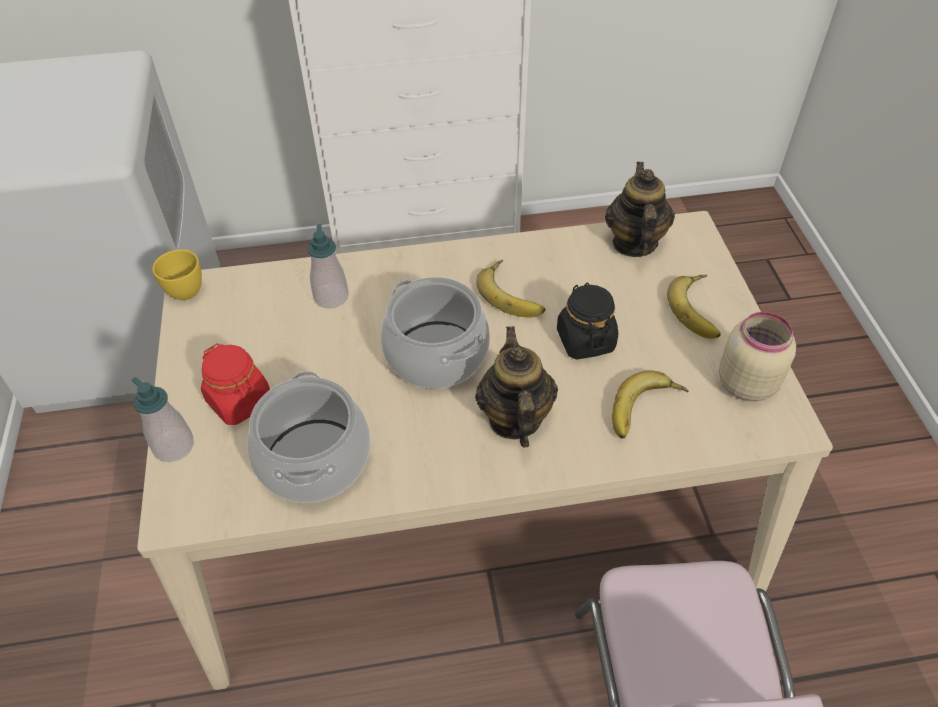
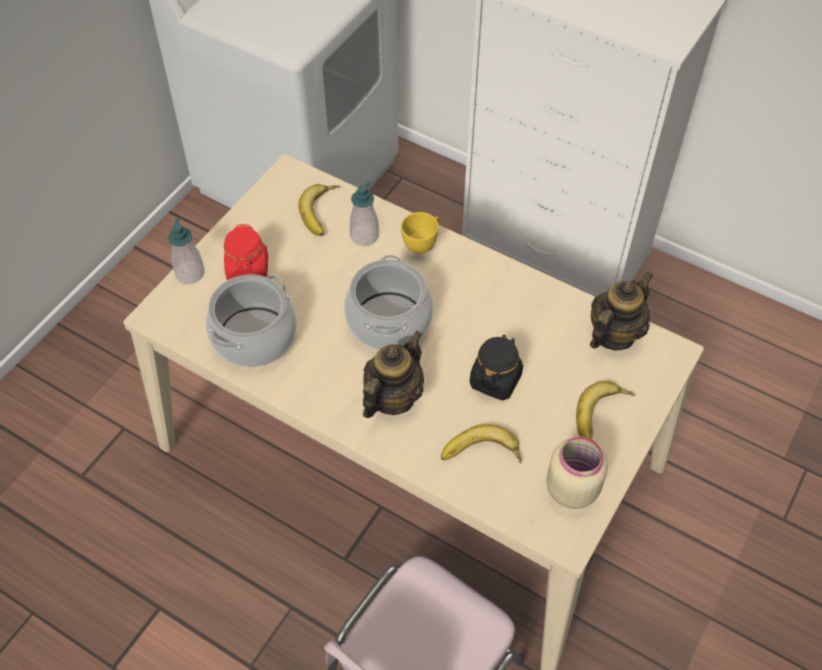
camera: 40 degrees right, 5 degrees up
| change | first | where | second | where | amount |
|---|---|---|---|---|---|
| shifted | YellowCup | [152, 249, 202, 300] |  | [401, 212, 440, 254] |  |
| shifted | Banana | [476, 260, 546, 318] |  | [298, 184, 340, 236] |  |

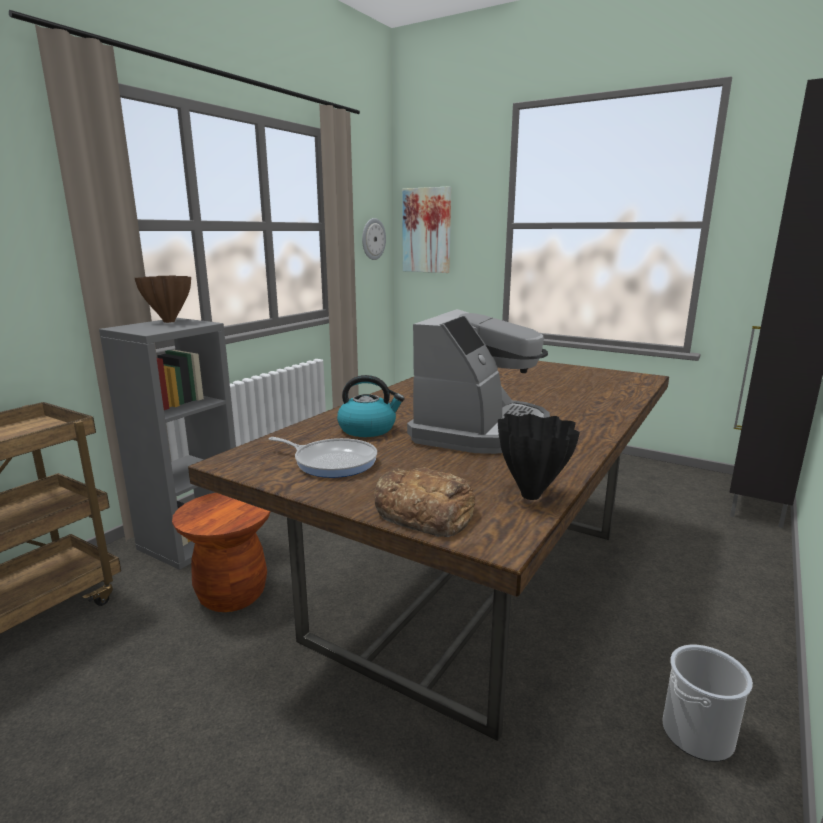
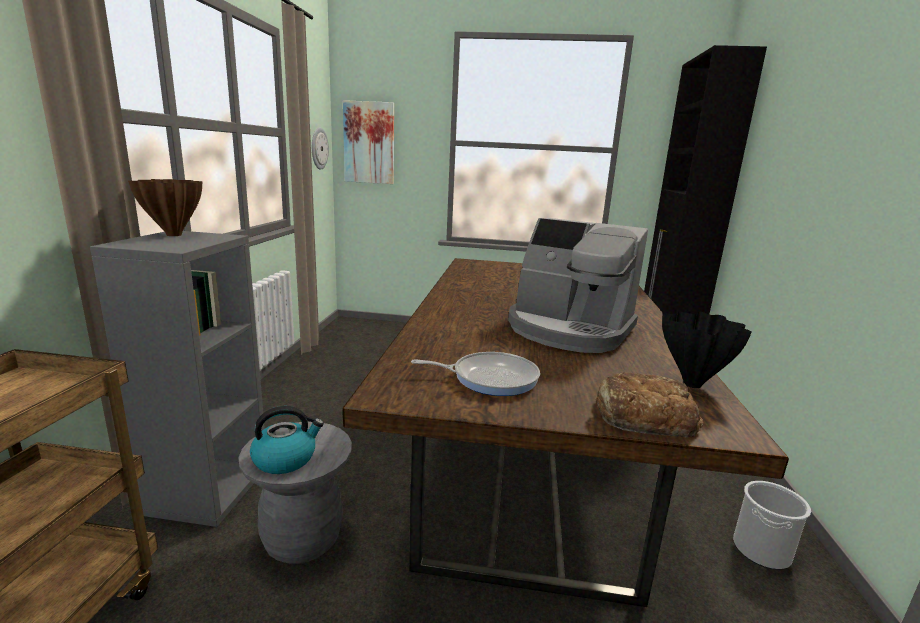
camera: 25 degrees left, 0 degrees up
| change | first | where | second | where | amount |
|---|---|---|---|---|---|
| rotated | CoffeeMachine | [407, 309, 550, 454] |  | [508, 218, 648, 353] | 120 degrees clockwise |
| shifted | Kettle | [337, 375, 405, 437] |  | [250, 406, 324, 474] |  |
| repainted | BrownStool | [172, 493, 271, 612] | GreyStool | [238, 422, 352, 564] |  |

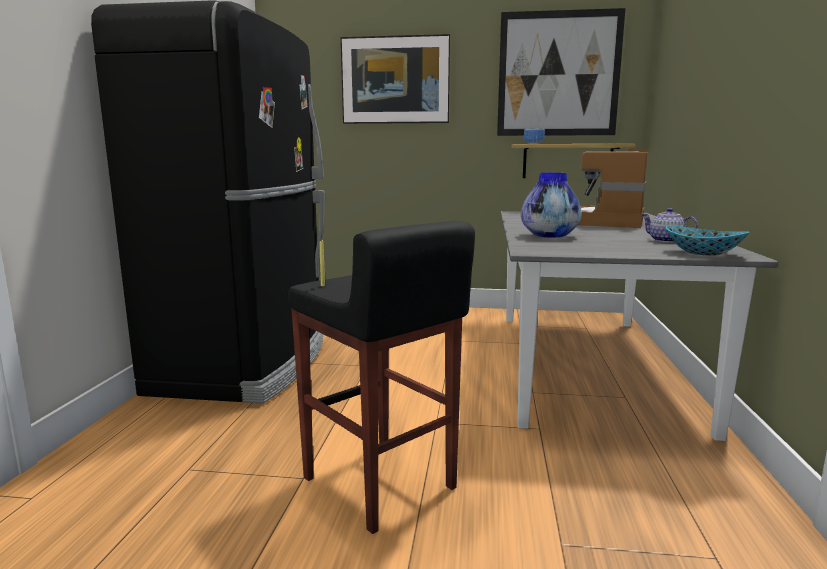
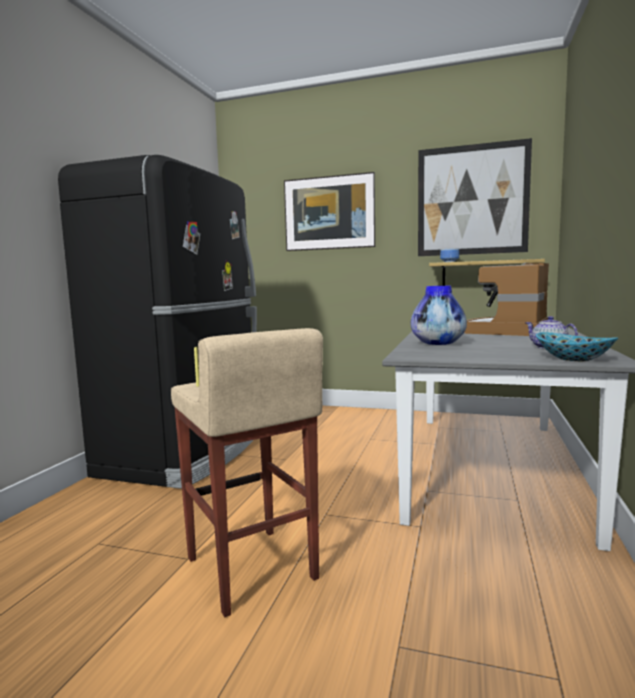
camera: 10 degrees right, 5 degrees down
| change | first | where | second | where | amount |
|---|---|---|---|---|---|
| repainted | BlackStool | [287, 221, 475, 534] | BeigeStool | [171, 328, 323, 617] |  |

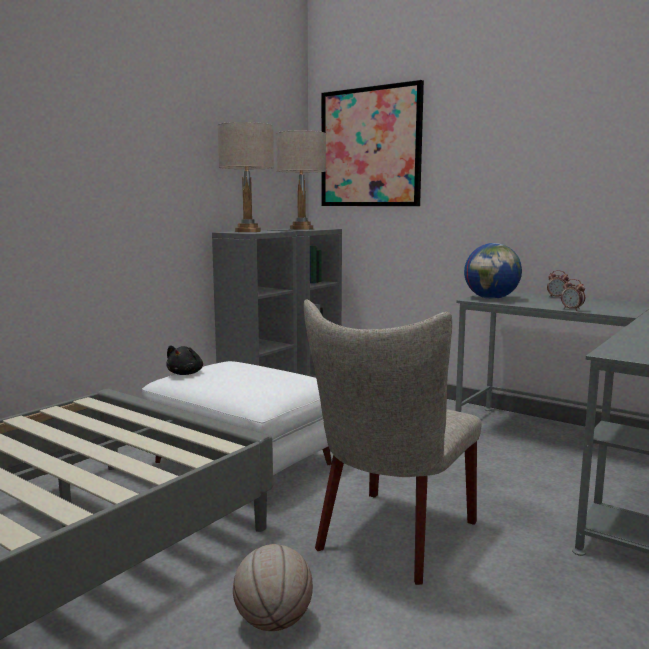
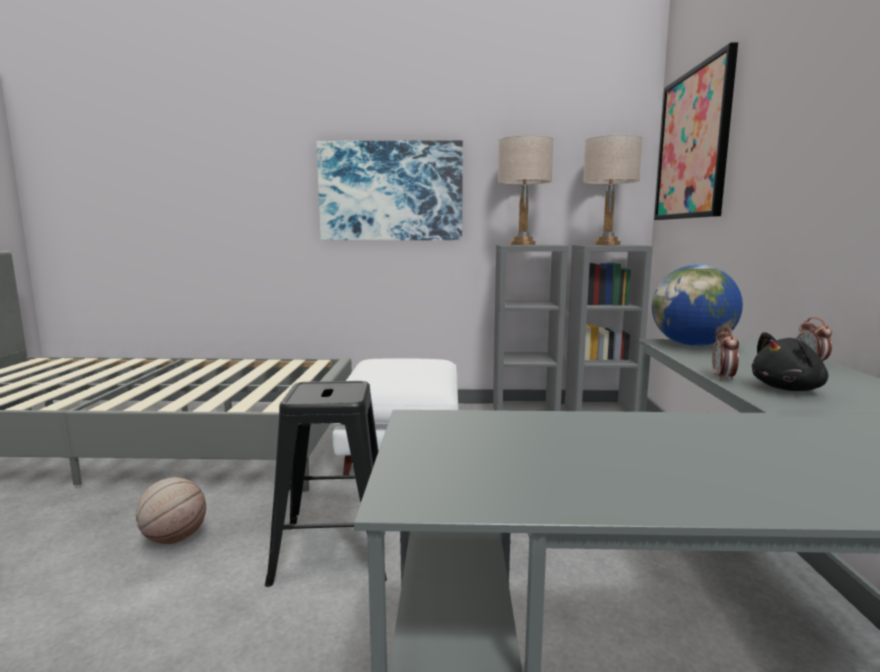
camera: 55 degrees right, 0 degrees up
| change | first | where | second | where | amount |
|---|---|---|---|---|---|
| swapped | BeigeChair | [304, 299, 481, 585] | BlackStool | [265, 381, 387, 587] |  |
| shifted | BlackPlushToy | [166, 345, 203, 375] |  | [752, 332, 828, 391] |  |
| new |  |  | Picture | [316, 140, 463, 240] |  |

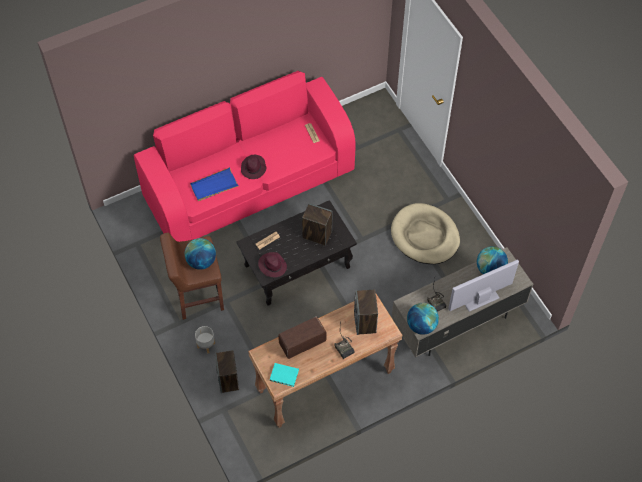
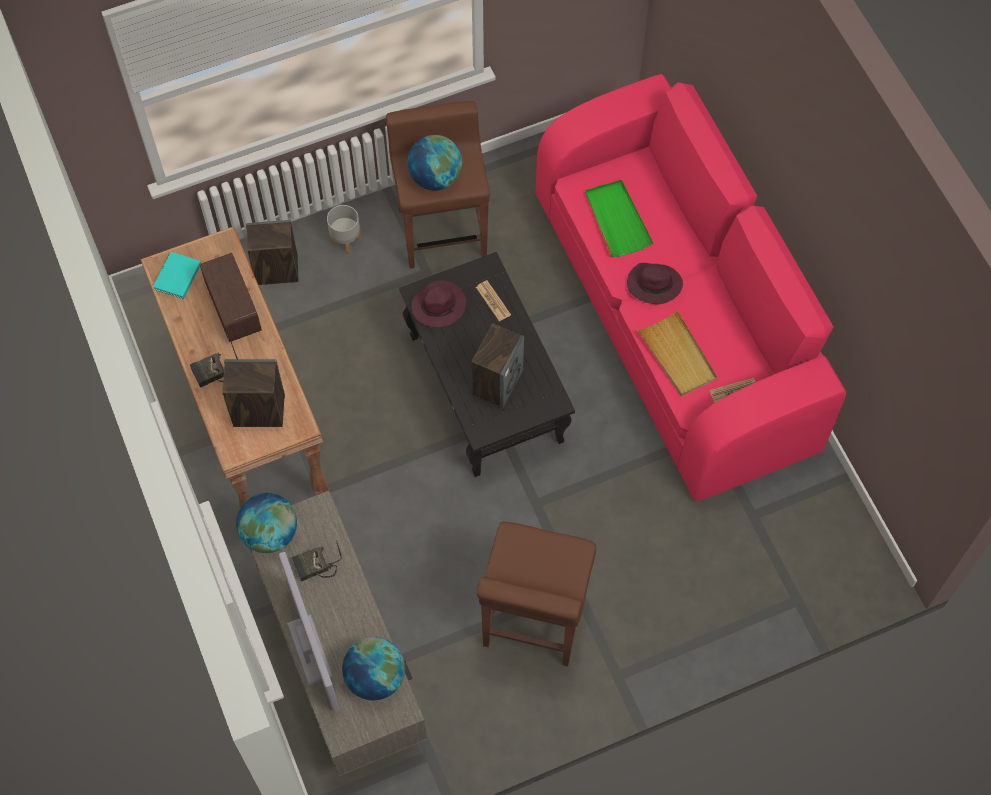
camera: 95 degrees right, 5 degrees up
| change | first | where | second | where | amount |
|---|---|---|---|---|---|
| repainted | BlueTray | [190, 167, 238, 201] | GreenTray | [585, 180, 654, 257] |  |
| swapped | BeigeDogBed | [391, 203, 460, 264] | BrownStool | [477, 521, 596, 666] |  |
| new |  |  | BeigeTray | [637, 310, 717, 396] |  |

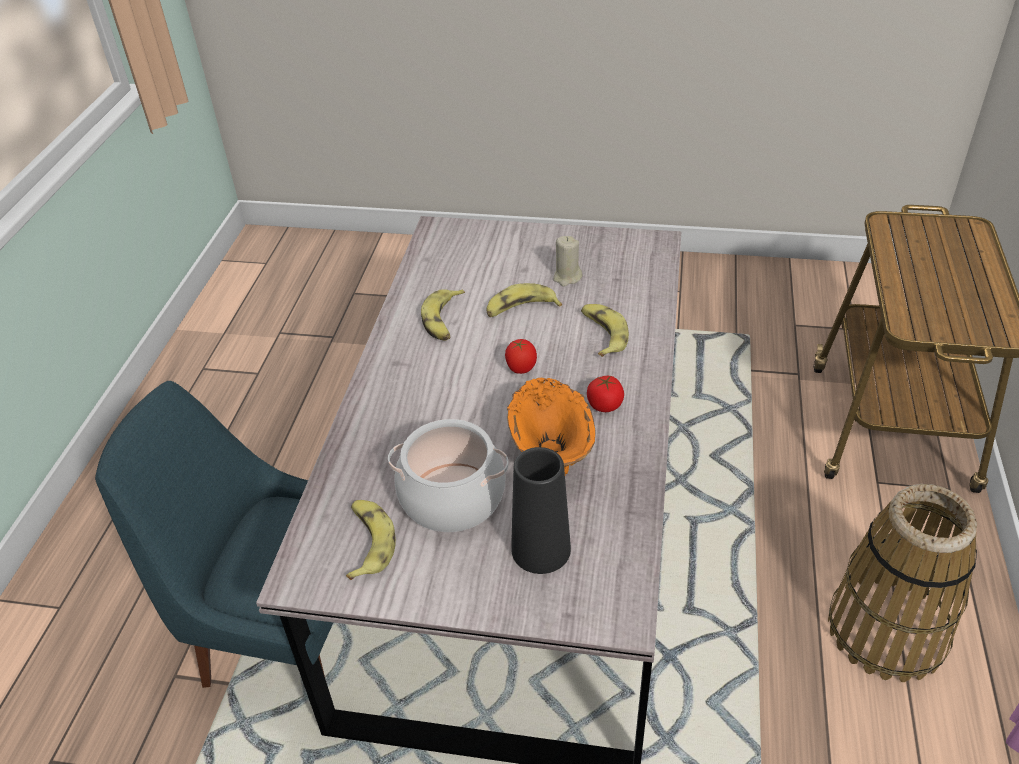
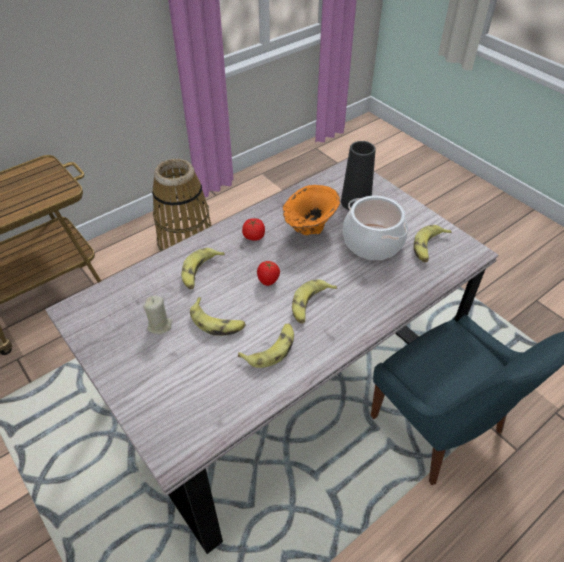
camera: 140 degrees left, 5 degrees up
| change | first | where | second | where | amount |
|---|---|---|---|---|---|
| new |  |  | Banana | [292, 279, 337, 324] |  |

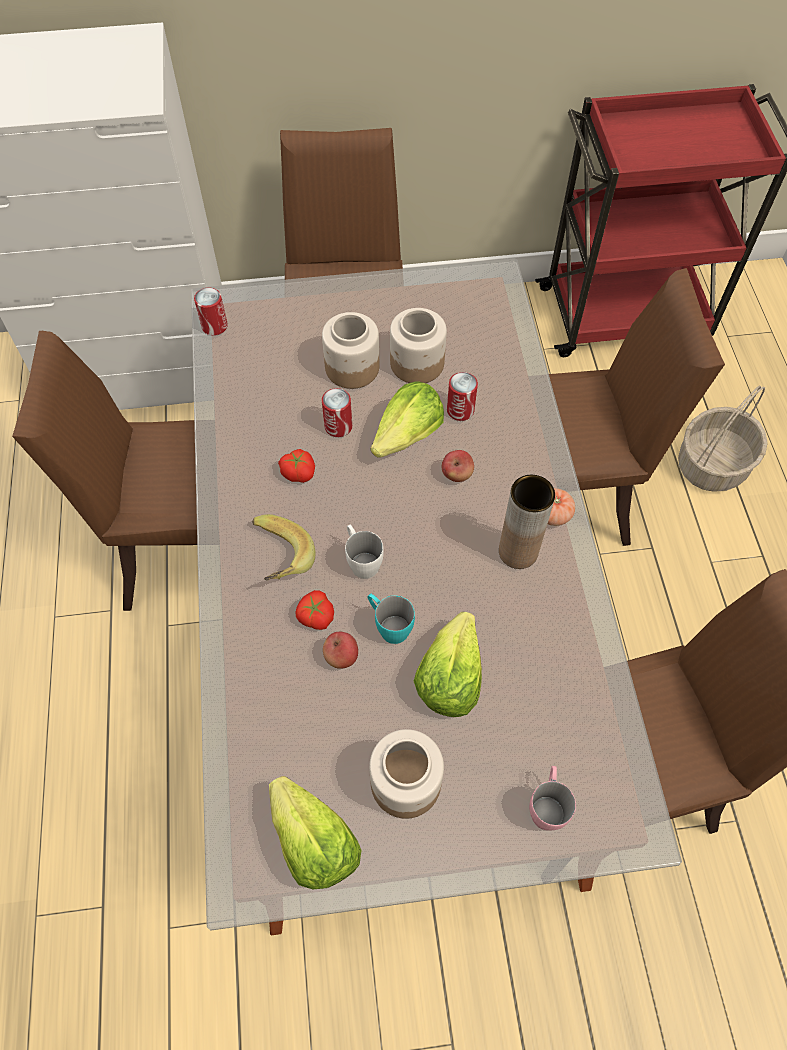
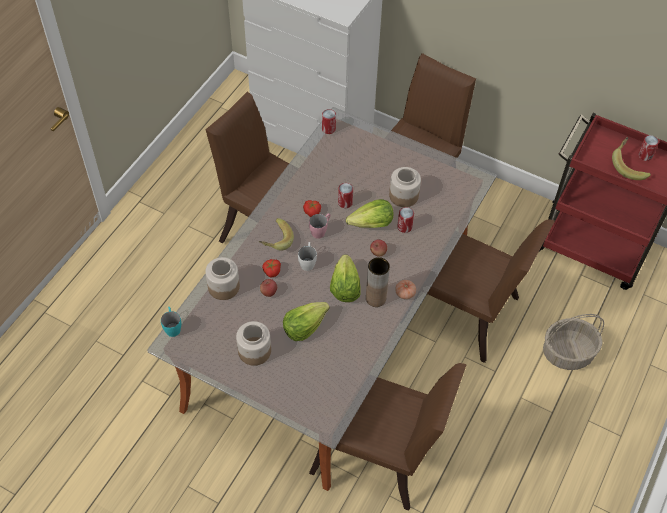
camera: 35 degrees right, 5 degrees down
| change | first | where | second | where | amount |
|---|---|---|---|---|---|
| shifted | Jar | [322, 312, 379, 389] |  | [205, 257, 240, 300] |  |
| shifted | TurquoiseMug | [368, 594, 415, 644] |  | [161, 307, 181, 337] |  |
| shifted | PinkMug | [529, 766, 576, 830] |  | [309, 213, 330, 239] |  |
| shifted | Lettuce | [269, 776, 361, 889] |  | [330, 254, 361, 302] |  |
| new |  |  | Can | [638, 135, 659, 161] |  |
| new |  |  | Banana | [612, 137, 651, 180] |  |

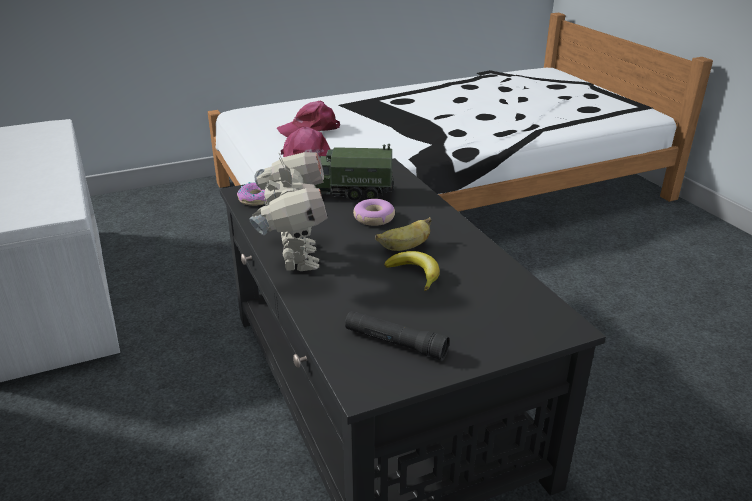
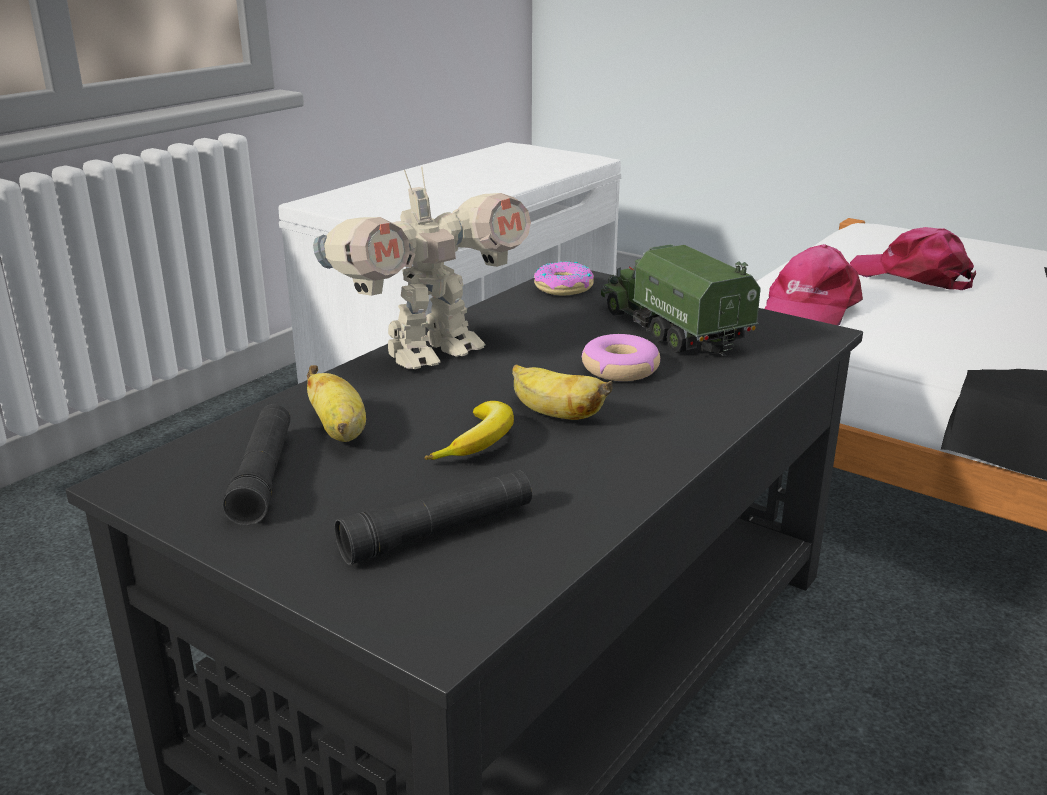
camera: 60 degrees right, 5 degrees down
| change | first | where | second | where | amount |
|---|---|---|---|---|---|
| new |  |  | Banana | [307, 365, 366, 442] |  |
| new |  |  | BlackFlashlight | [334, 470, 532, 565] |  |

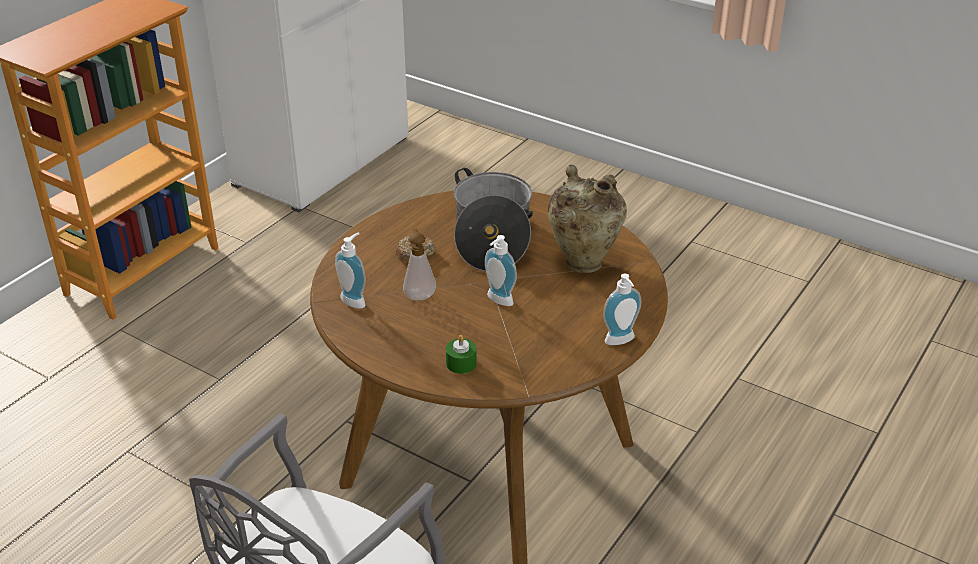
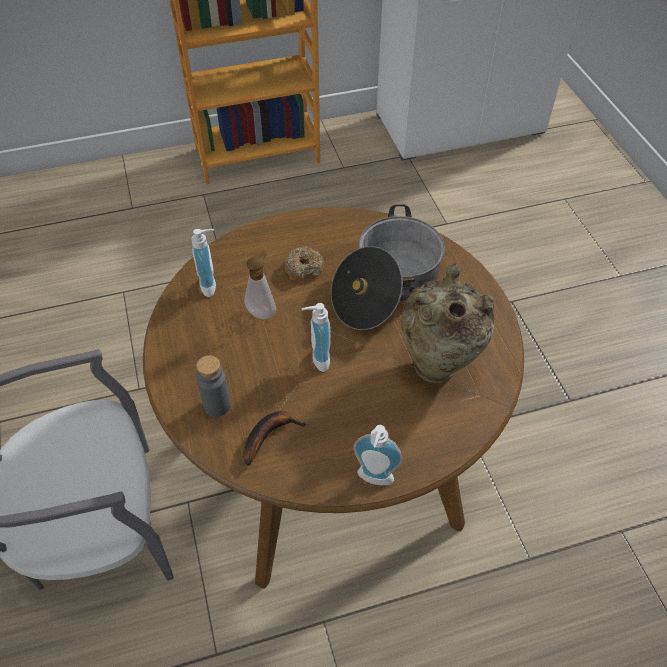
camera: 40 degrees right, 15 degrees up
| change | first | where | second | where | amount |
|---|---|---|---|---|---|
| swapped | GreenCandle | [446, 335, 477, 374] | GreyBottle | [196, 355, 231, 417] |  |
| new |  |  | Banana | [243, 411, 306, 466] |  |

